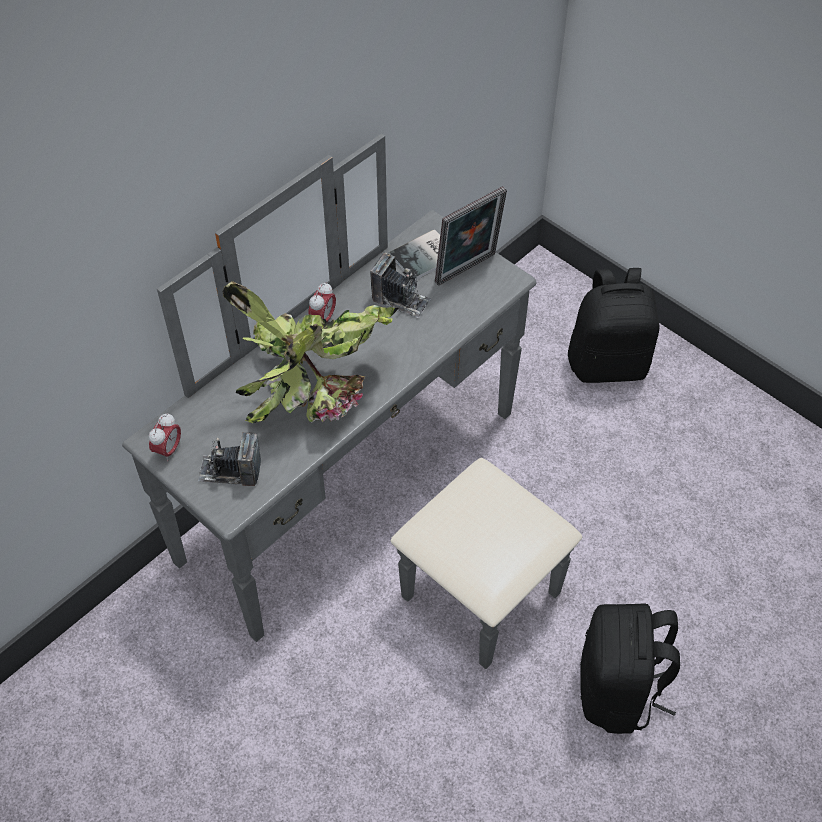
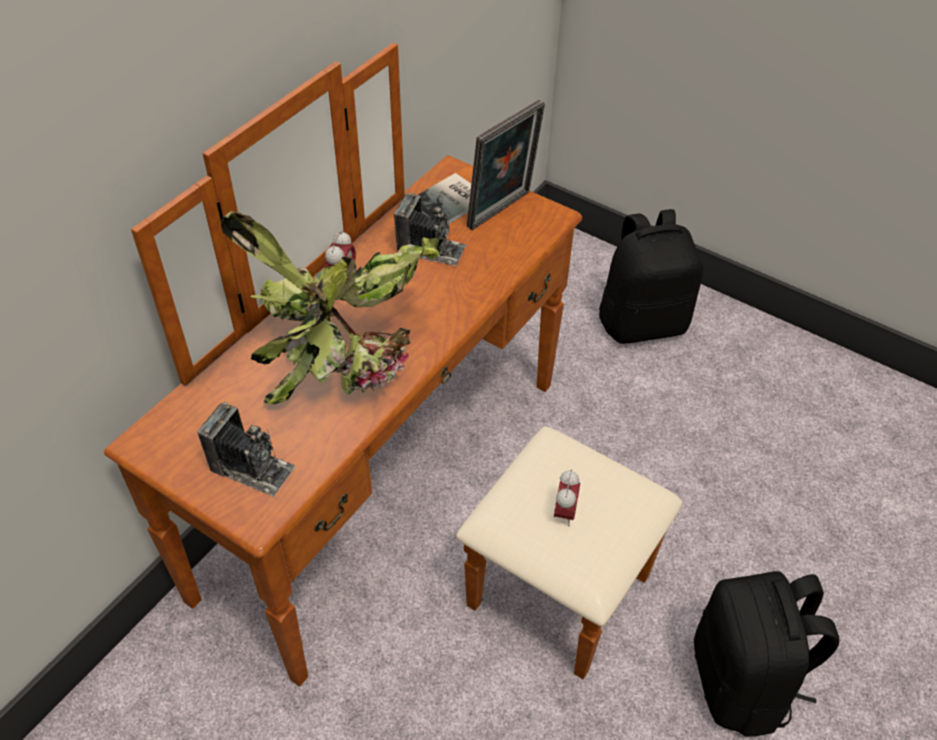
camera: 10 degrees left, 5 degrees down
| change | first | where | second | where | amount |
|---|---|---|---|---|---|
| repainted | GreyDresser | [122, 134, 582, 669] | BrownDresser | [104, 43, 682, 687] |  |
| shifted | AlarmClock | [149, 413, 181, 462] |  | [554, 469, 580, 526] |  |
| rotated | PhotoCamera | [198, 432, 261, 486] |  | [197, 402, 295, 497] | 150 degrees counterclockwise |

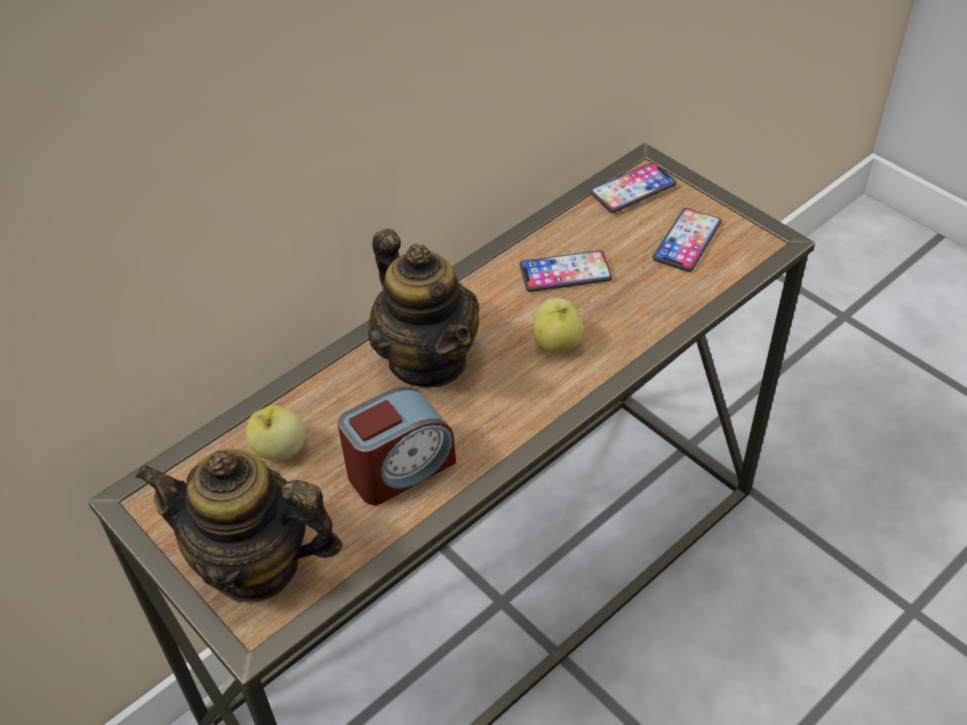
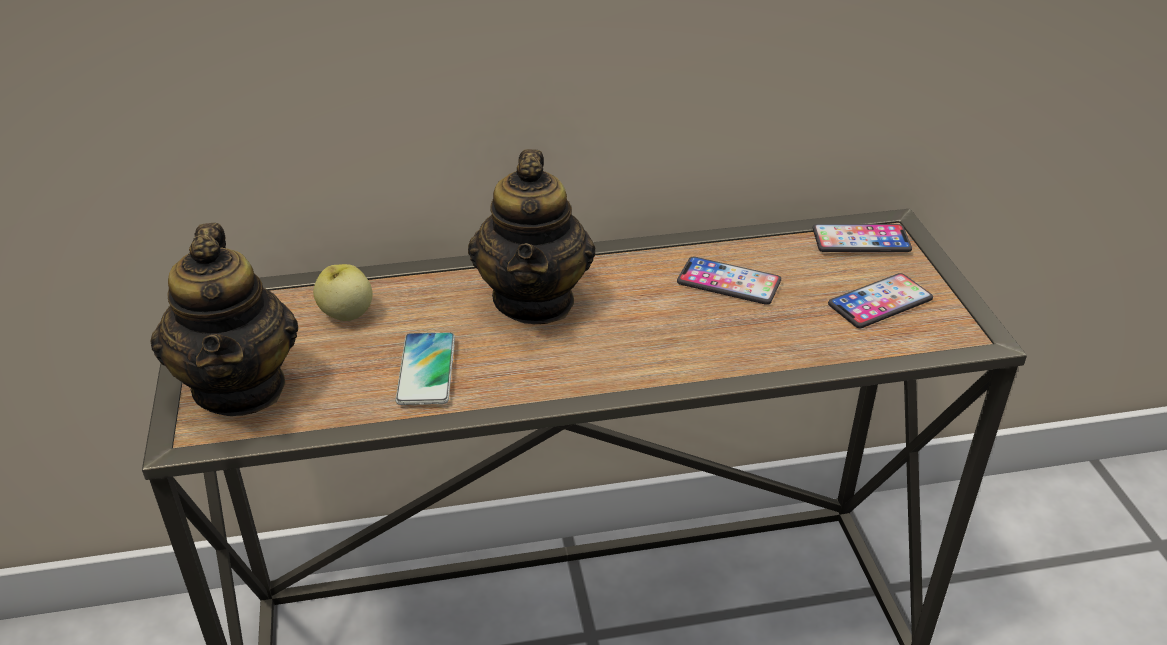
camera: 30 degrees right, 10 degrees down
| change | first | where | second | where | amount |
|---|---|---|---|---|---|
| gone | Apple | [533, 298, 584, 353] |  |  |  |
| swapped | AlarmClock | [337, 387, 456, 505] | Phone | [396, 332, 455, 405] |  |
| rotated | Teapot | [135, 449, 343, 603] |  | [150, 223, 298, 416] | 150 degrees counterclockwise |

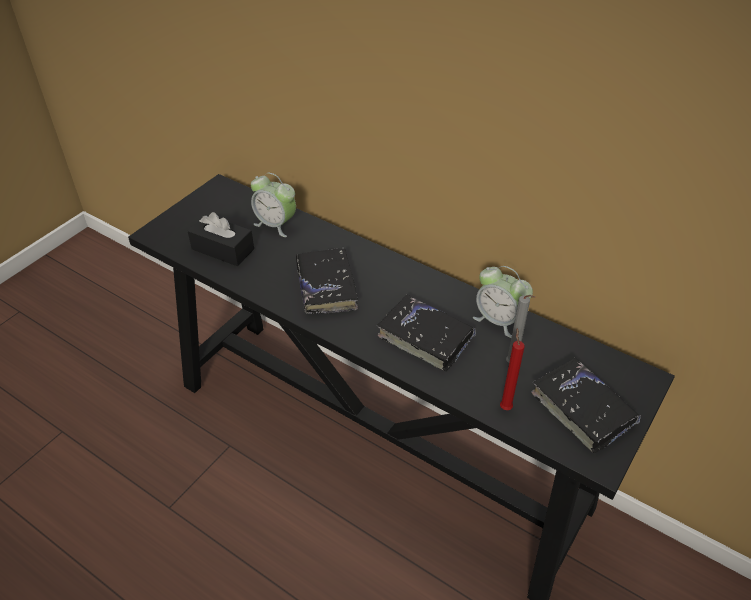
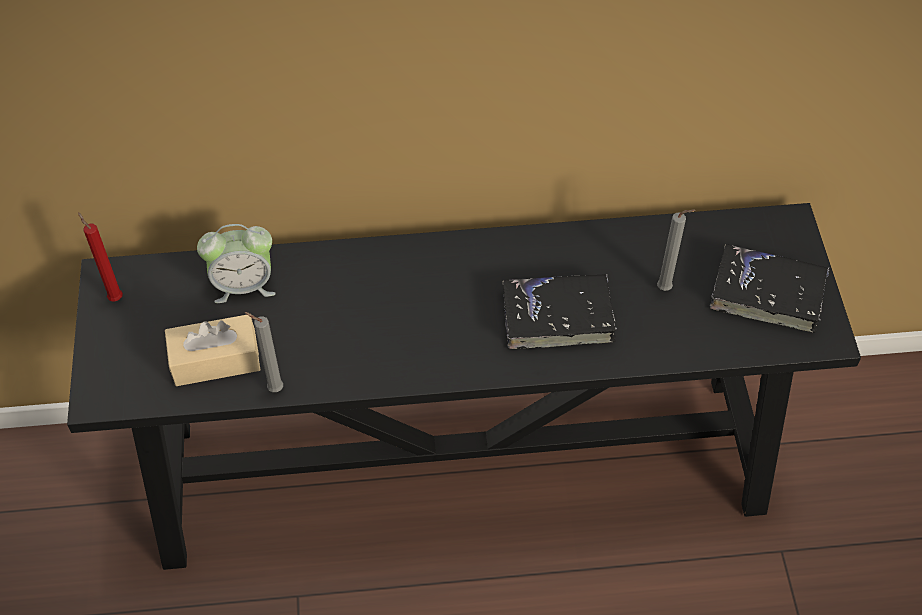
camera: 40 degrees left, 10 degrees up
| change | first | where | second | where | amount |
|---|---|---|---|---|---|
| repainted | BlackTissueBox | [188, 212, 254, 266] | BeigeTissueBox | [165, 315, 261, 386] |  |
| gone | BlackBook | [296, 248, 358, 314] |  |  |  |
| gone | AlarmClock | [473, 266, 533, 338] |  |  |  |
| shifted | RedCandle | [500, 328, 525, 410] |  | [78, 212, 123, 301] |  |
| new |  |  | GreyCandle | [245, 312, 283, 392] |  |

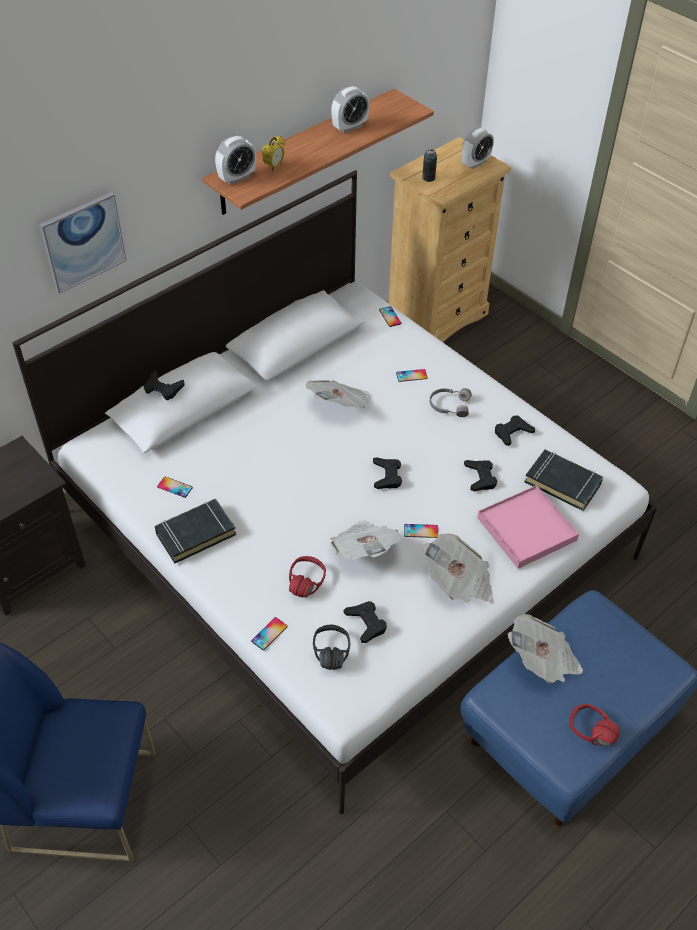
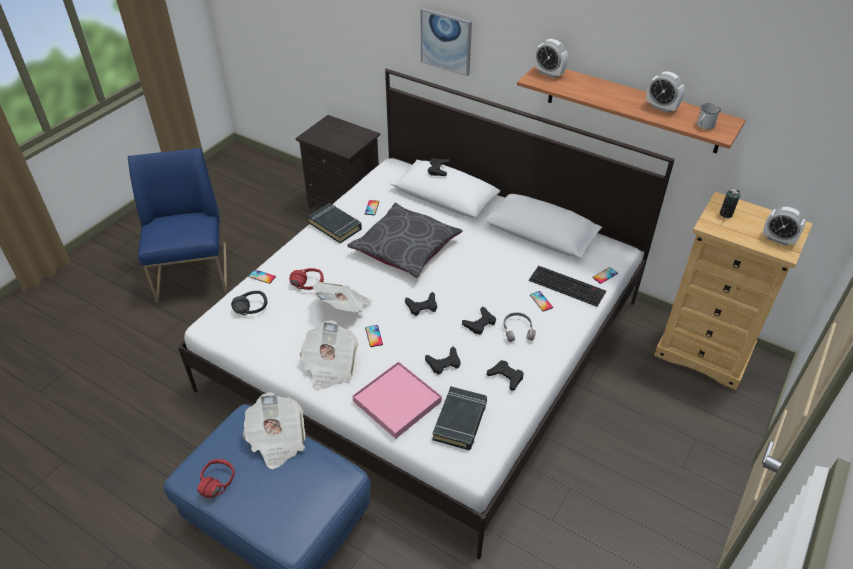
camera: 75 degrees right, 5 degrees down
| change | first | where | second | where | amount |
|---|---|---|---|---|---|
| gone | AlarmClock | [262, 136, 285, 171] |  |  |  |
| gone | Newspaper | [306, 380, 369, 408] |  |  |  |
| shifted | BlackGameController | [344, 601, 387, 643] |  | [462, 306, 496, 335] |  |
| new |  |  | WhiteMug | [697, 103, 721, 130] |  |
| new |  |  | GreyPillow | [347, 203, 462, 278] |  |
| new |  |  | Keyboard | [529, 266, 606, 307] |  |

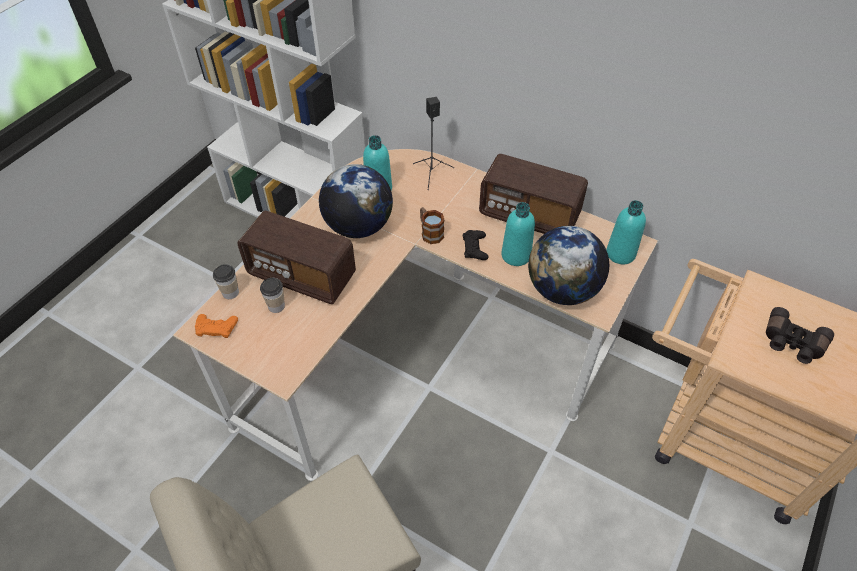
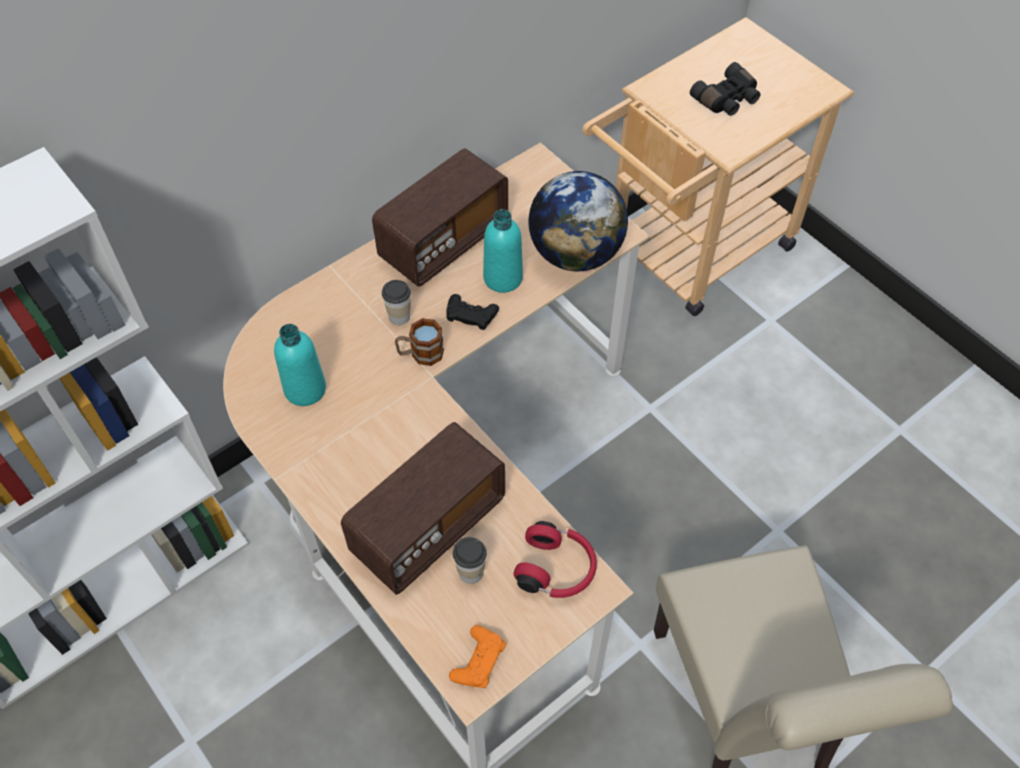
camera: 70 degrees left, 5 degrees up
| change | first | where | second | where | amount |
|---|---|---|---|---|---|
| gone | BlackSpeaker | [413, 97, 454, 190] |  |  |  |
| gone | Globe | [319, 164, 393, 238] |  |  |  |
| gone | TurquoiseBottle | [606, 200, 646, 264] |  |  |  |
| shifted | Cup | [213, 264, 239, 299] |  | [382, 280, 411, 325] |  |
| new |  |  | RedHeadphones | [514, 521, 597, 598] |  |

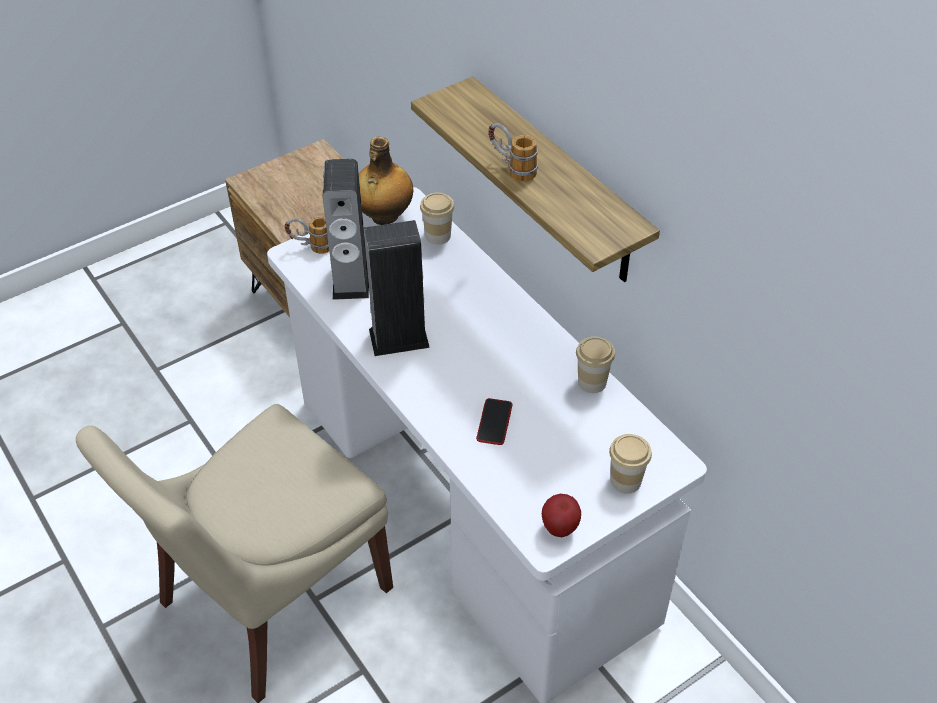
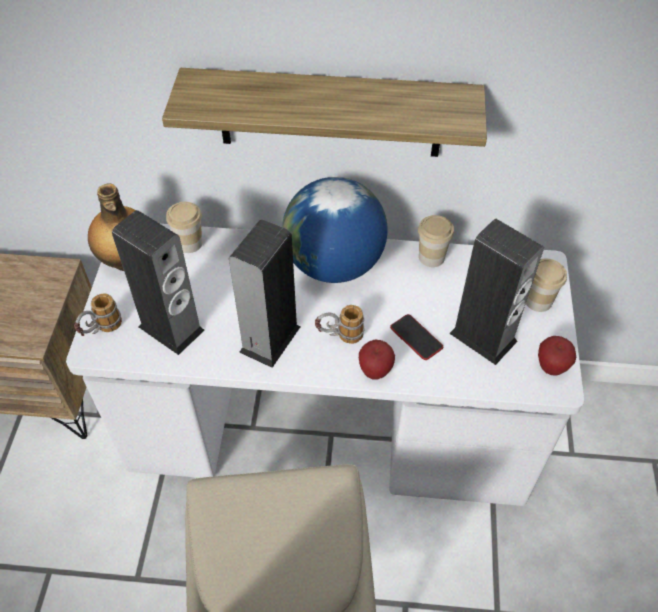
camera: 50 degrees left, 5 degrees up
| change | first | where | second | where | amount |
|---|---|---|---|---|---|
| shifted | Mug | [489, 123, 538, 182] |  | [315, 305, 365, 344] |  |
| new |  |  | Globe | [282, 177, 388, 283] |  |
| new |  |  | Speaker | [449, 219, 544, 365] |  |
| new |  |  | Apple | [359, 340, 395, 379] |  |

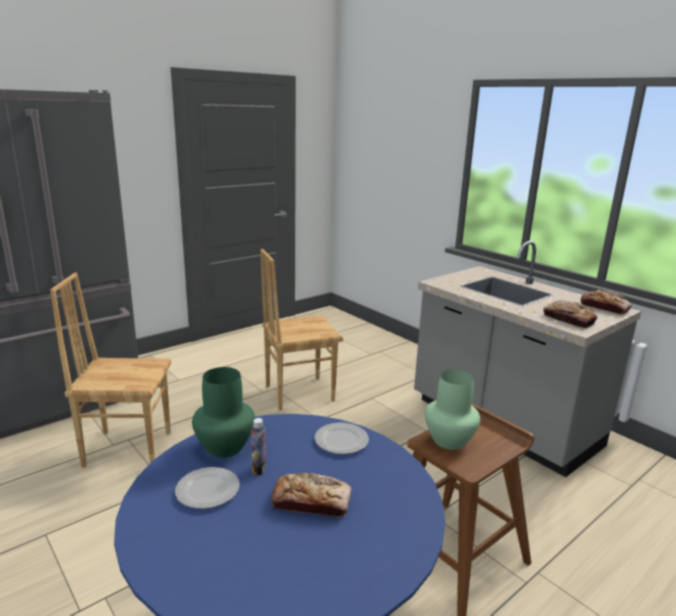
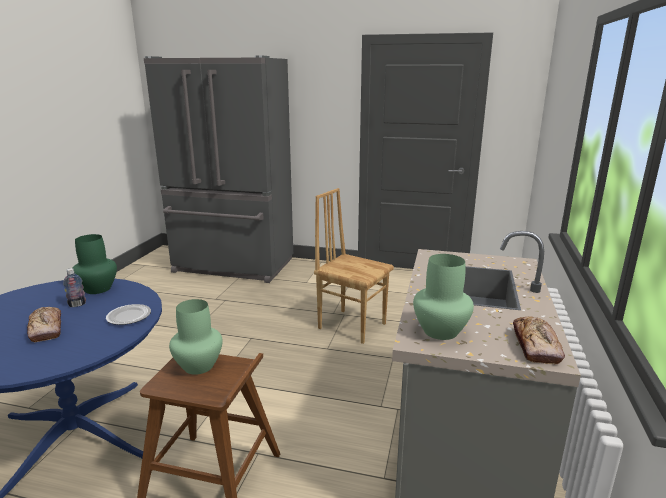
camera: 55 degrees right, 0 degrees up
| change | first | where | second | where | amount |
|---|---|---|---|---|---|
| gone | BrownChair | [50, 273, 171, 468] |  |  |  |
| swapped | Bread | [543, 300, 597, 328] | GreenVase | [413, 254, 474, 340] |  |
| gone | Plate | [175, 467, 240, 509] |  |  |  |

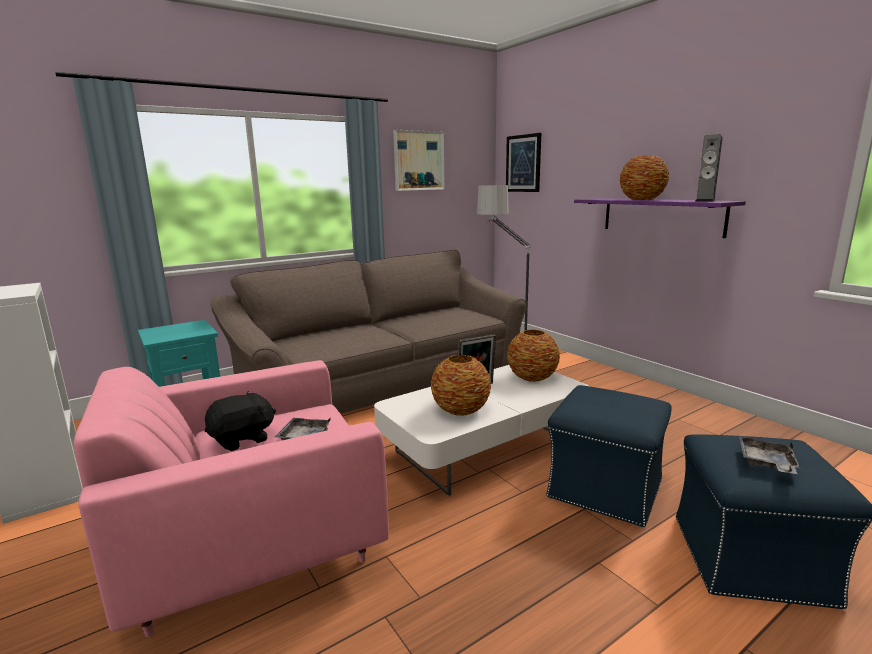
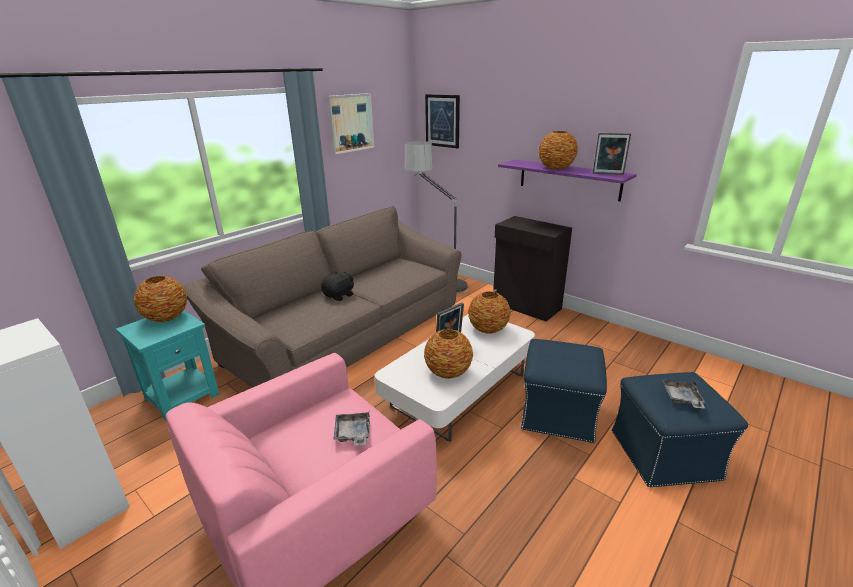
camera: 15 degrees left, 10 degrees up
| change | first | where | second | where | amount |
|---|---|---|---|---|---|
| swapped | Speaker | [695, 134, 723, 202] | PictureFrame | [593, 133, 631, 175] |  |
| shifted | BlackPlushToy | [205, 391, 276, 451] |  | [321, 272, 354, 301] |  |
| new |  |  | BlackCabinet | [493, 216, 572, 322] |  |
| new |  |  | Vase | [134, 276, 187, 322] |  |

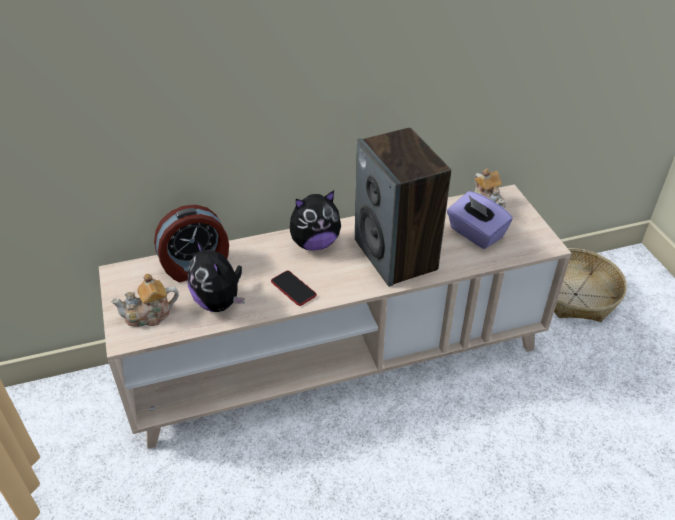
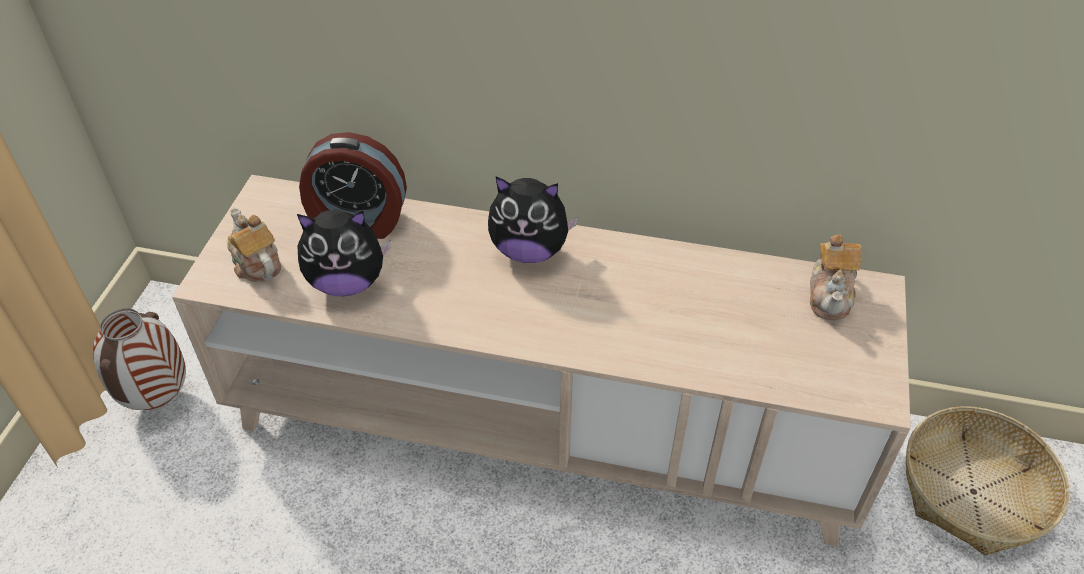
camera: 30 degrees right, 5 degrees up
| change | first | where | second | where | amount |
|---|---|---|---|---|---|
| gone | Speaker | [355, 128, 451, 287] |  |  |  |
| gone | PurpleTissueBox | [447, 191, 513, 249] |  |  |  |
| rotated | PlushToy | [188, 240, 245, 312] |  | [297, 210, 391, 297] | 90 degrees counterclockwise |
| gone | Phone | [271, 271, 317, 306] |  |  |  |
| rotated | Teapot | [111, 273, 179, 327] |  | [227, 208, 281, 282] | 45 degrees clockwise |
| new |  |  | Vase | [93, 308, 186, 410] |  |

